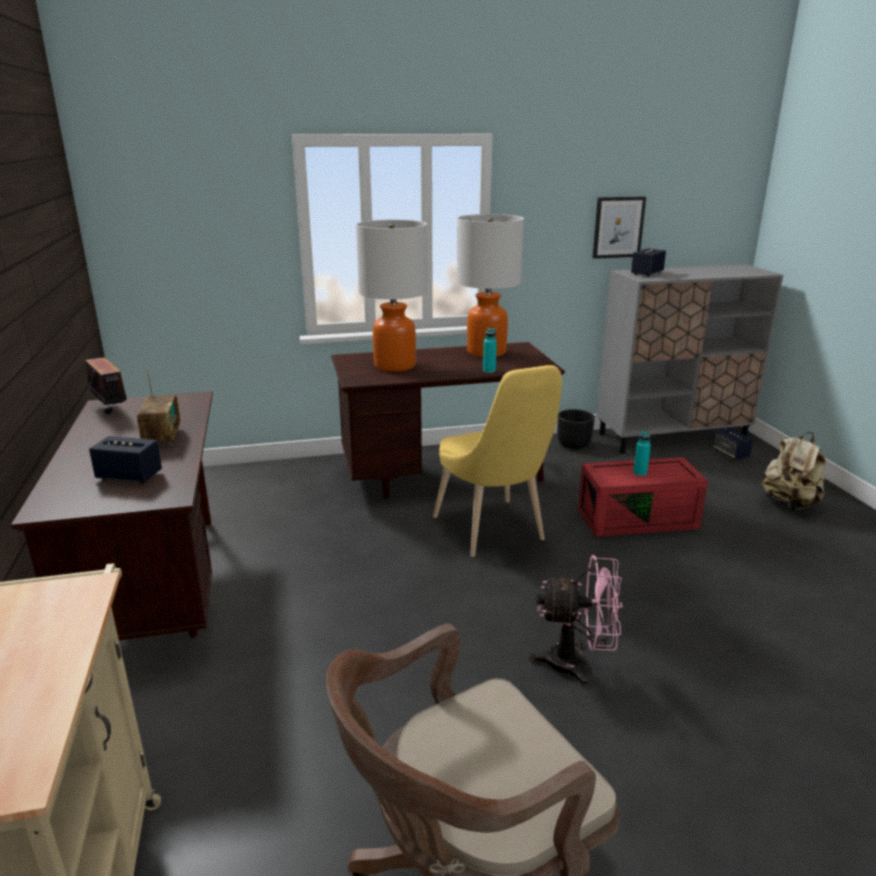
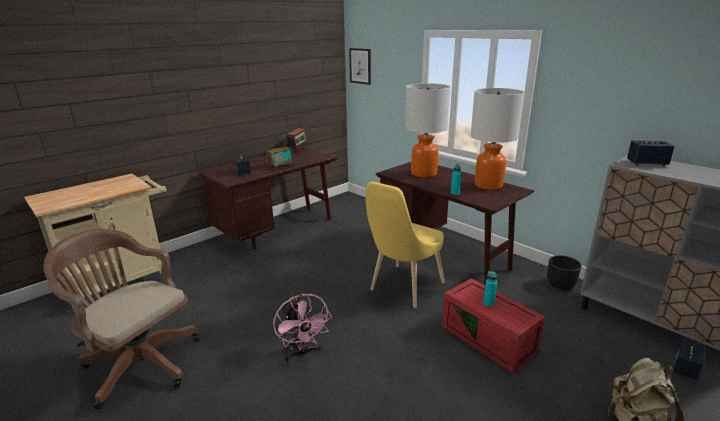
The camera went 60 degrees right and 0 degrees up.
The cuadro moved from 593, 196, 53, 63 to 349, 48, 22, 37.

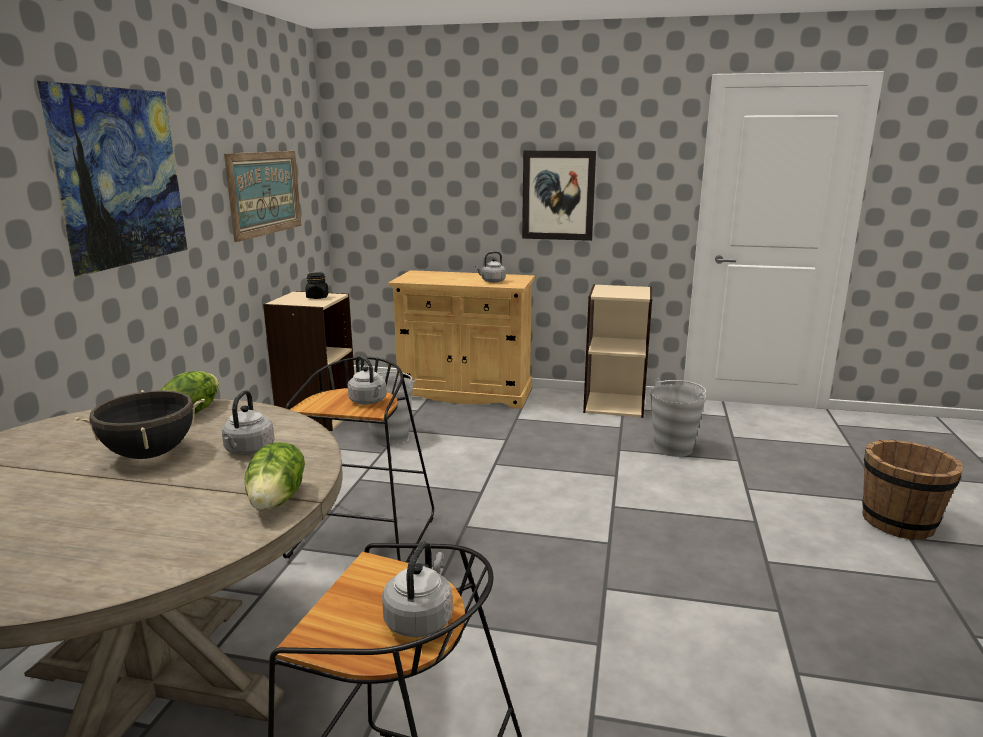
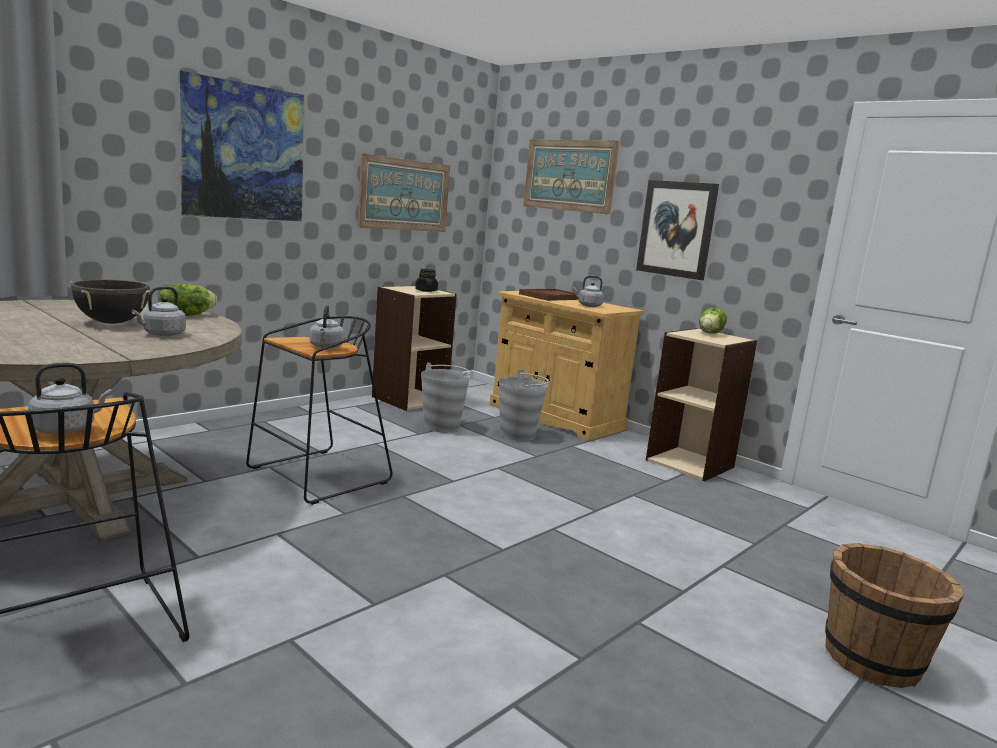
The camera went 30 degrees right and 5 degrees down.
The lechuga moved from 245, 442, 60, 68 to 699, 308, 28, 26.
The cubo (gris) moved from 650, 378, 56, 79 to 499, 370, 50, 71.
The bandeja (marrón) at 519, 289, 60, 12 appeared.
The cuadro at 523, 139, 97, 76 appeared.

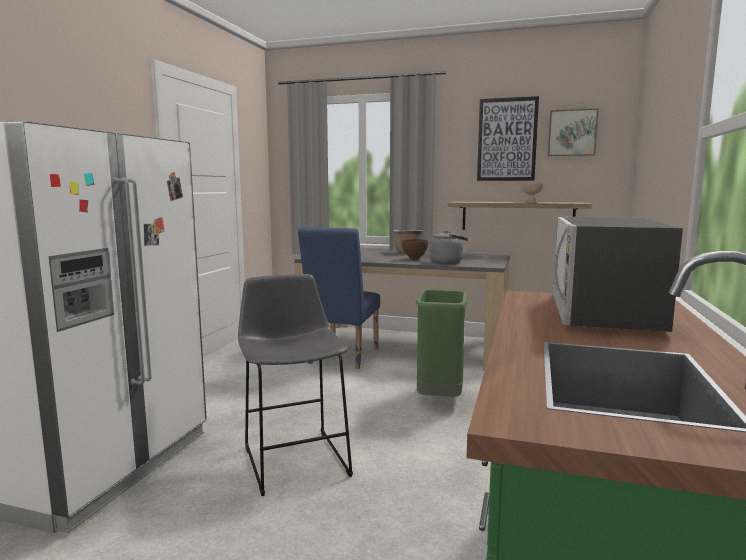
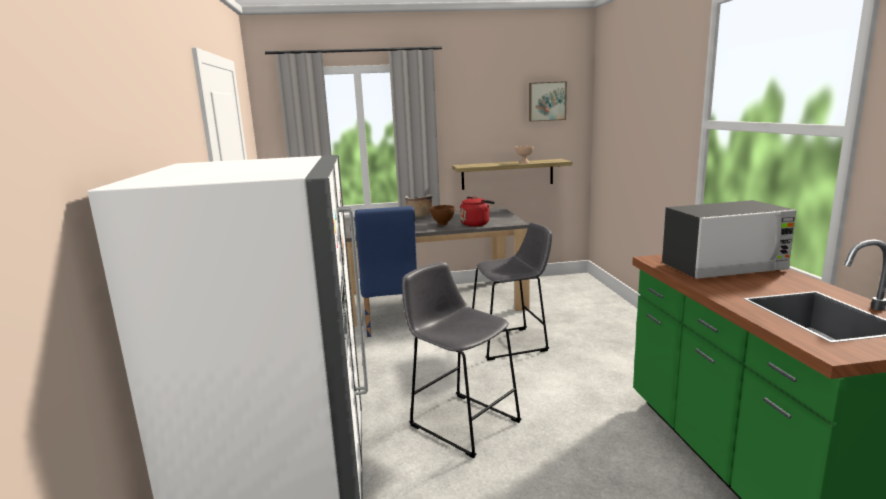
The camera went 25 degrees left and 5 degrees up.
The papelera (verde) at 416, 290, 52, 107 was replaced by the taburete (gris) at 472, 223, 80, 138.
The hervidor (gris) at 429, 230, 39, 34 became the hervidor (rojo) at 460, 196, 35, 31.
The cuadro at 477, 96, 62, 85 disappeared.
The microondas at 552, 217, 131, 115 turned 90 degrees counterclockwise.

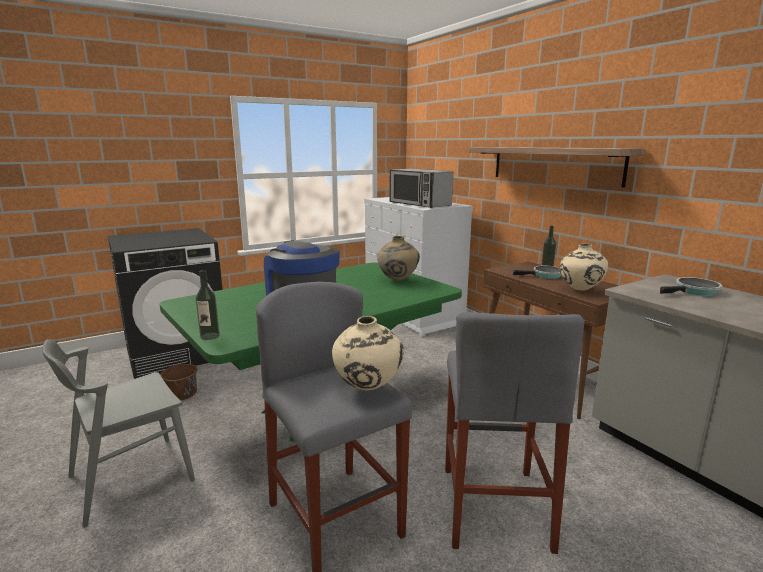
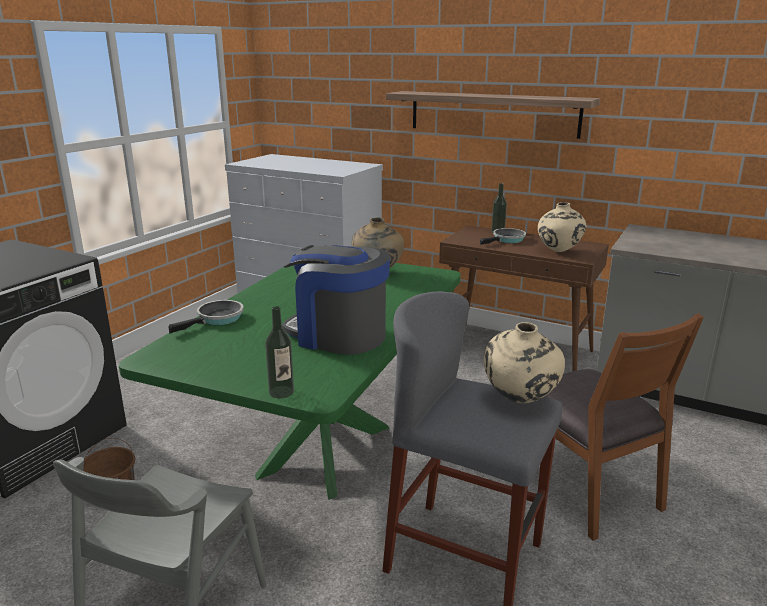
The camera went 30 degrees left and 5 degrees up.
The microondas at 390, 169, 63, 39 disappeared.
The taburete (gris) at 445, 312, 139, 242 was replaced by the silla (marrón) at 545, 313, 159, 228.
The sartén moved from 660, 277, 62, 19 to 168, 300, 76, 33.

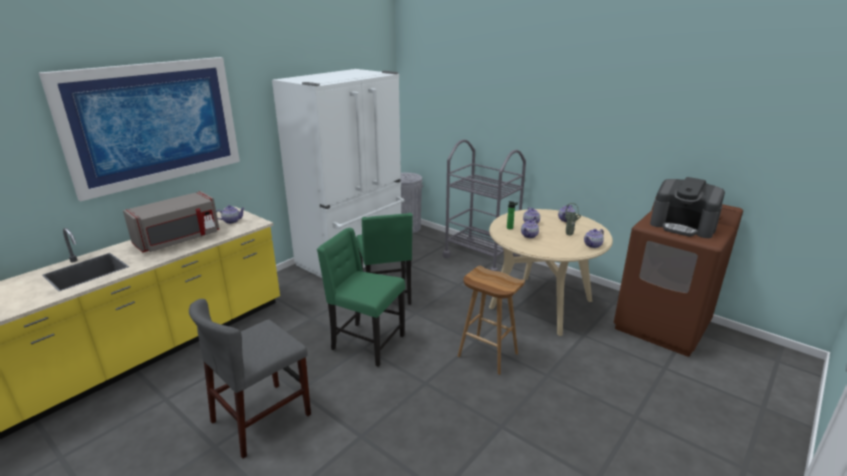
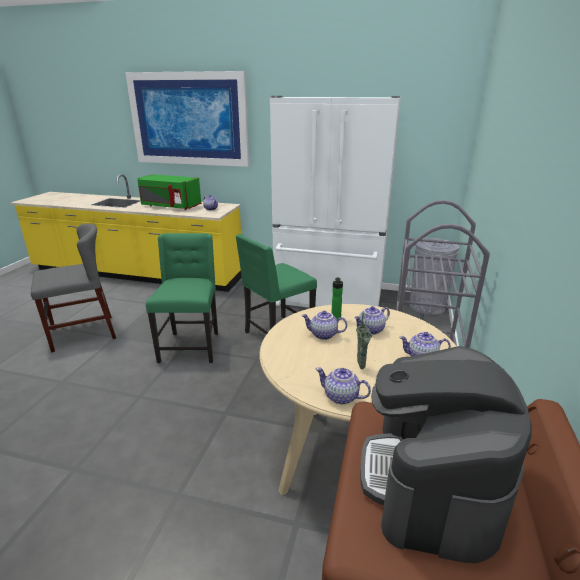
The camera went 65 degrees right and 0 degrees up.
The microondas (gris) at 123, 191, 97, 62 became the microondas (verde) at 137, 174, 64, 36.
The silla (gris) at 189, 299, 122, 159 turned 135 degrees clockwise.
The taburete (marrón) at 458, 266, 67, 109 disappeared.

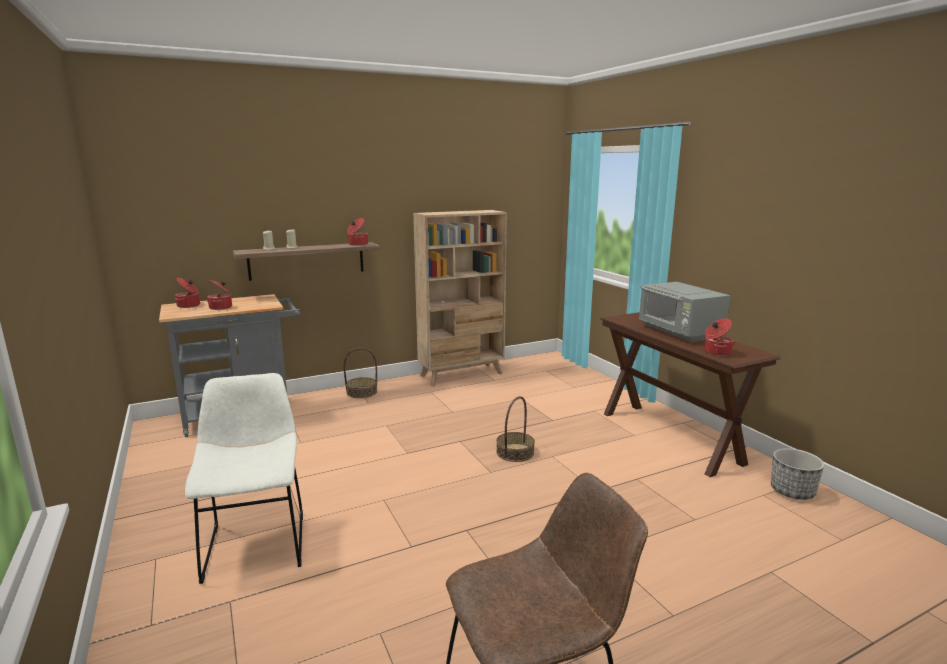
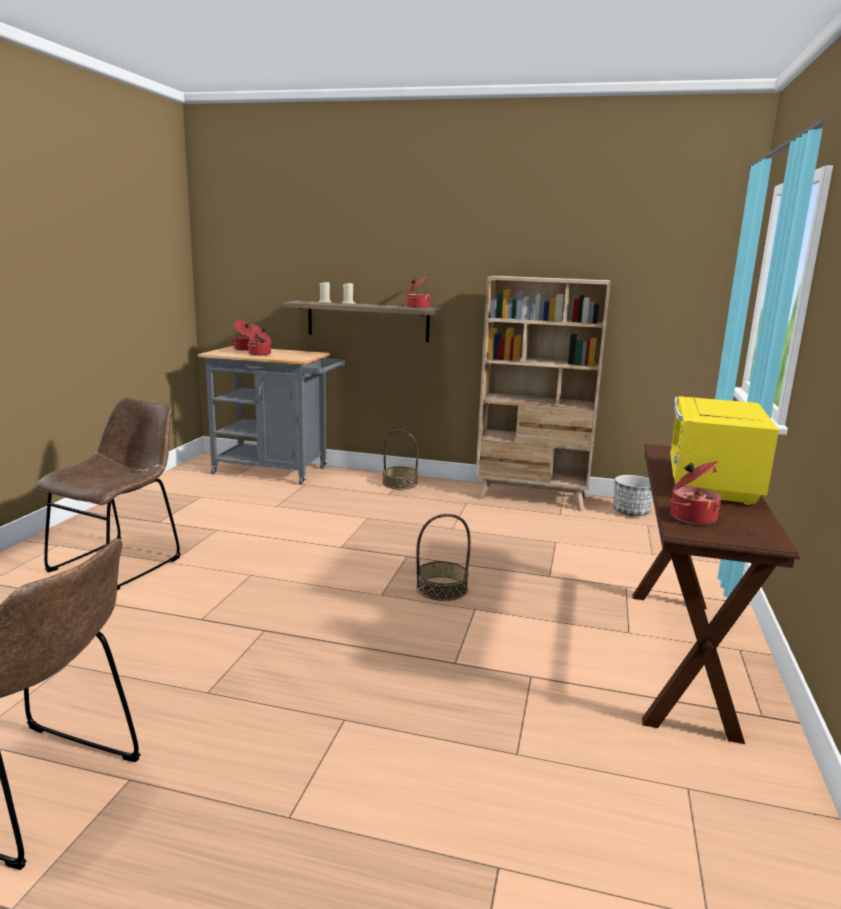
The camera went 40 degrees right and 0 degrees up.
The silla (blanco) at 185, 373, 118, 211 became the silla (marrón) at 36, 398, 145, 192.
The microondas (gris) at 639, 282, 92, 61 became the microondas (amarillo) at 670, 396, 109, 109.
The maceta moved from 771, 448, 53, 52 to 613, 475, 40, 42.

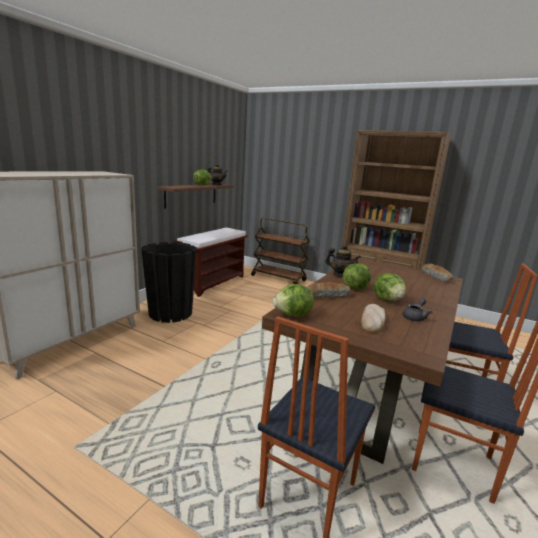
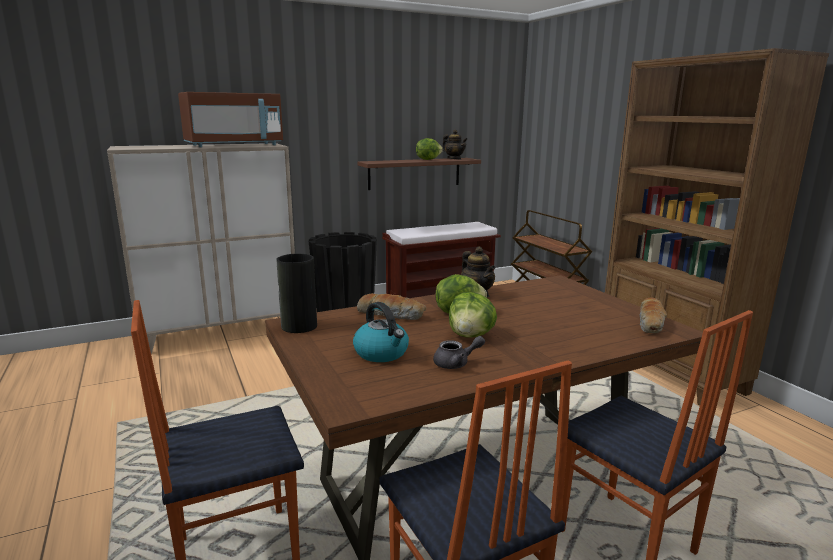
The camera went 35 degrees right and 0 degrees up.
The lechuga at 273, 284, 41, 33 was replaced by the florero at 276, 254, 41, 79.
The pan at 361, 304, 25, 29 was replaced by the hervidor at 353, 302, 56, 60.
The microondas (marrón) at 178, 92, 105, 55 appeared.

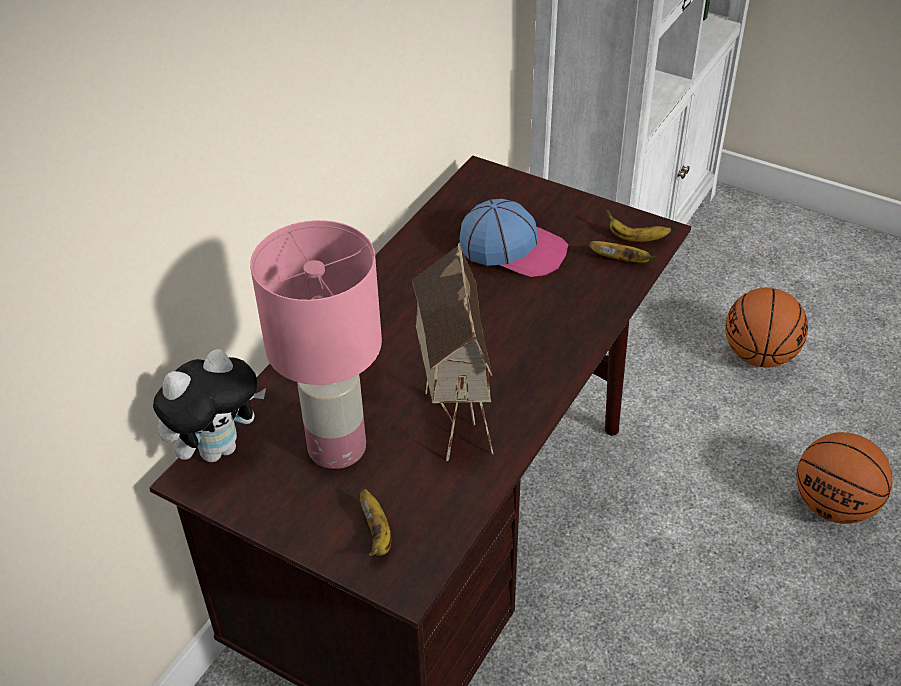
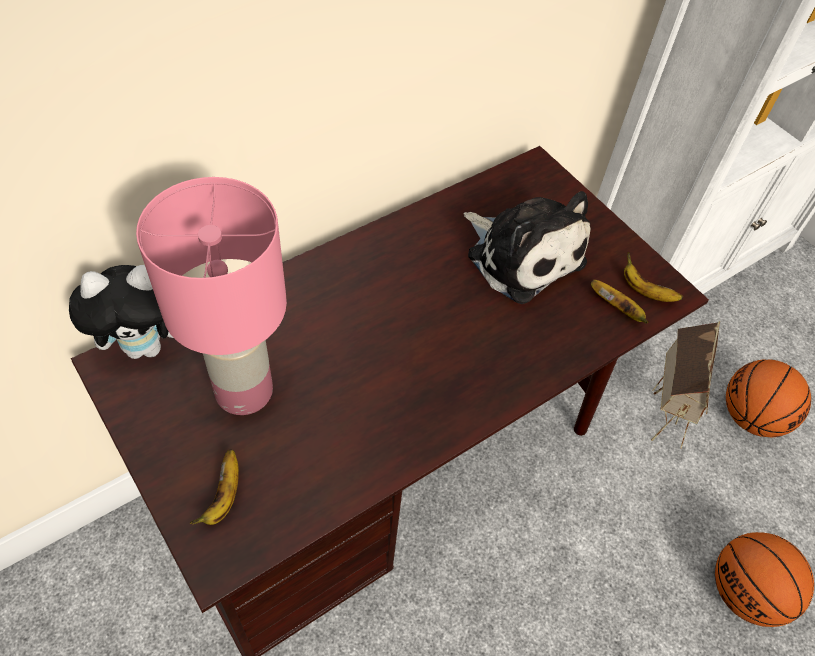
The camera went 20 degrees right and 10 degrees up.
The casita moved from 412, 242, 81, 219 to 651, 321, 69, 127.
The gorra at 460, 199, 109, 78 was replaced by the peluche at 464, 191, 127, 113.

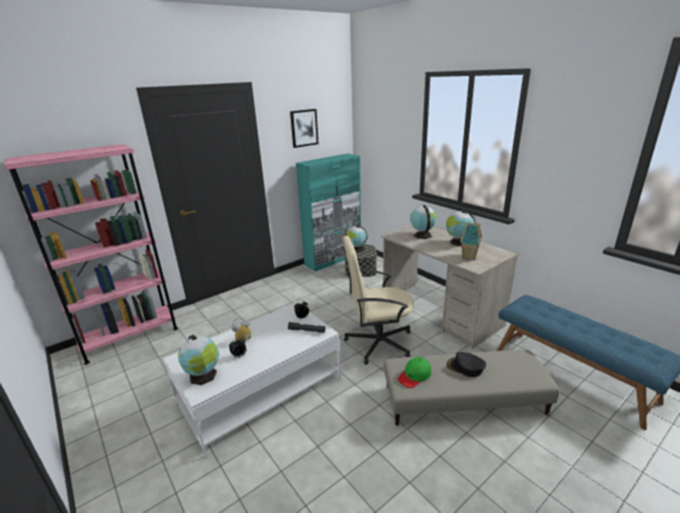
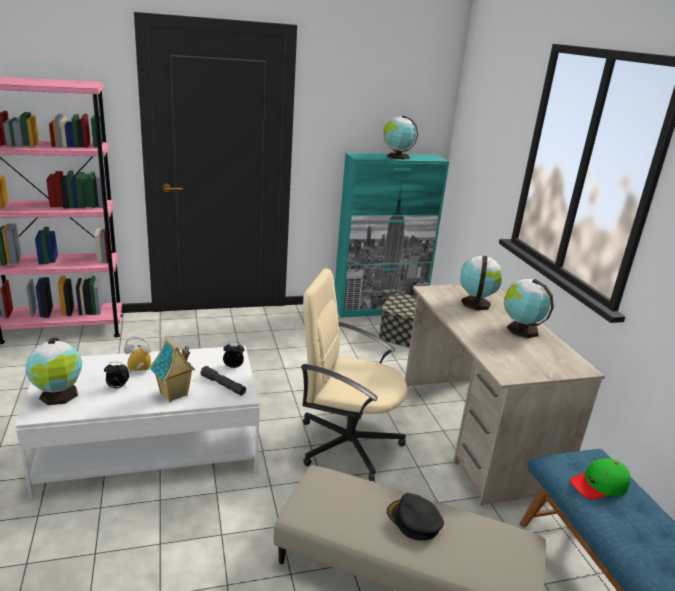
The camera went 20 degrees right and 0 degrees up.
The cuadro at 290, 109, 28, 39 disappeared.
The globo terráqueo moved from 346, 226, 22, 27 to 383, 116, 35, 44.
The gorra (verde) moved from 398, 357, 33, 31 to 570, 458, 61, 41.
The casita moved from 460, 222, 22, 38 to 150, 337, 46, 65.

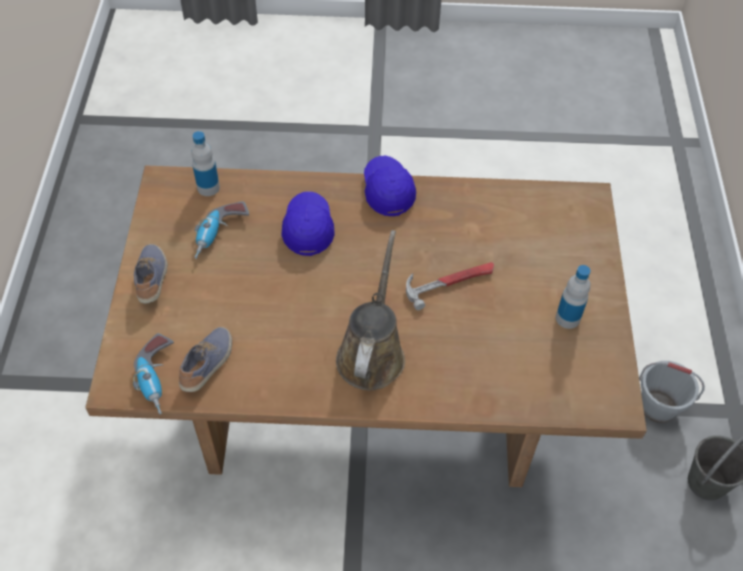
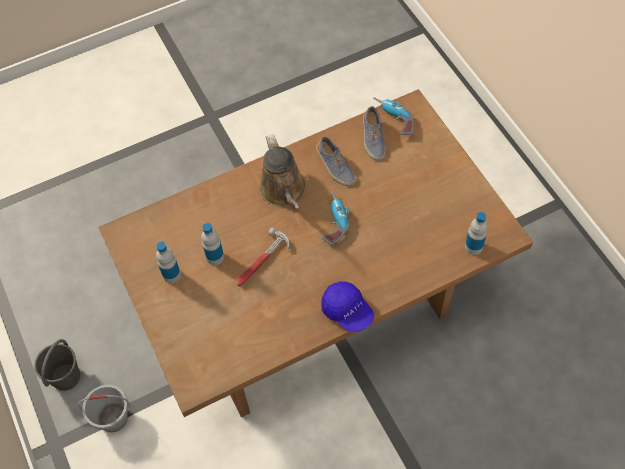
The camera went 155 degrees right and 5 degrees up.
The zapato moved from 134, 244, 34, 60 to 316, 136, 40, 50.
The taladro moved from 194, 201, 55, 58 to 321, 191, 29, 54.
The gorra (azul) at 281, 191, 54, 65 disappeared.
The botella at 201, 223, 23, 42 appeared.

